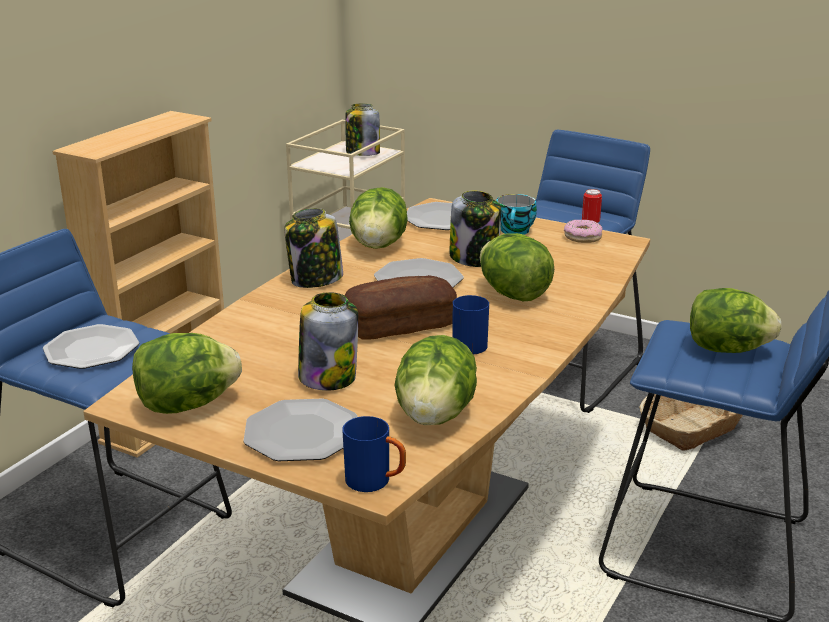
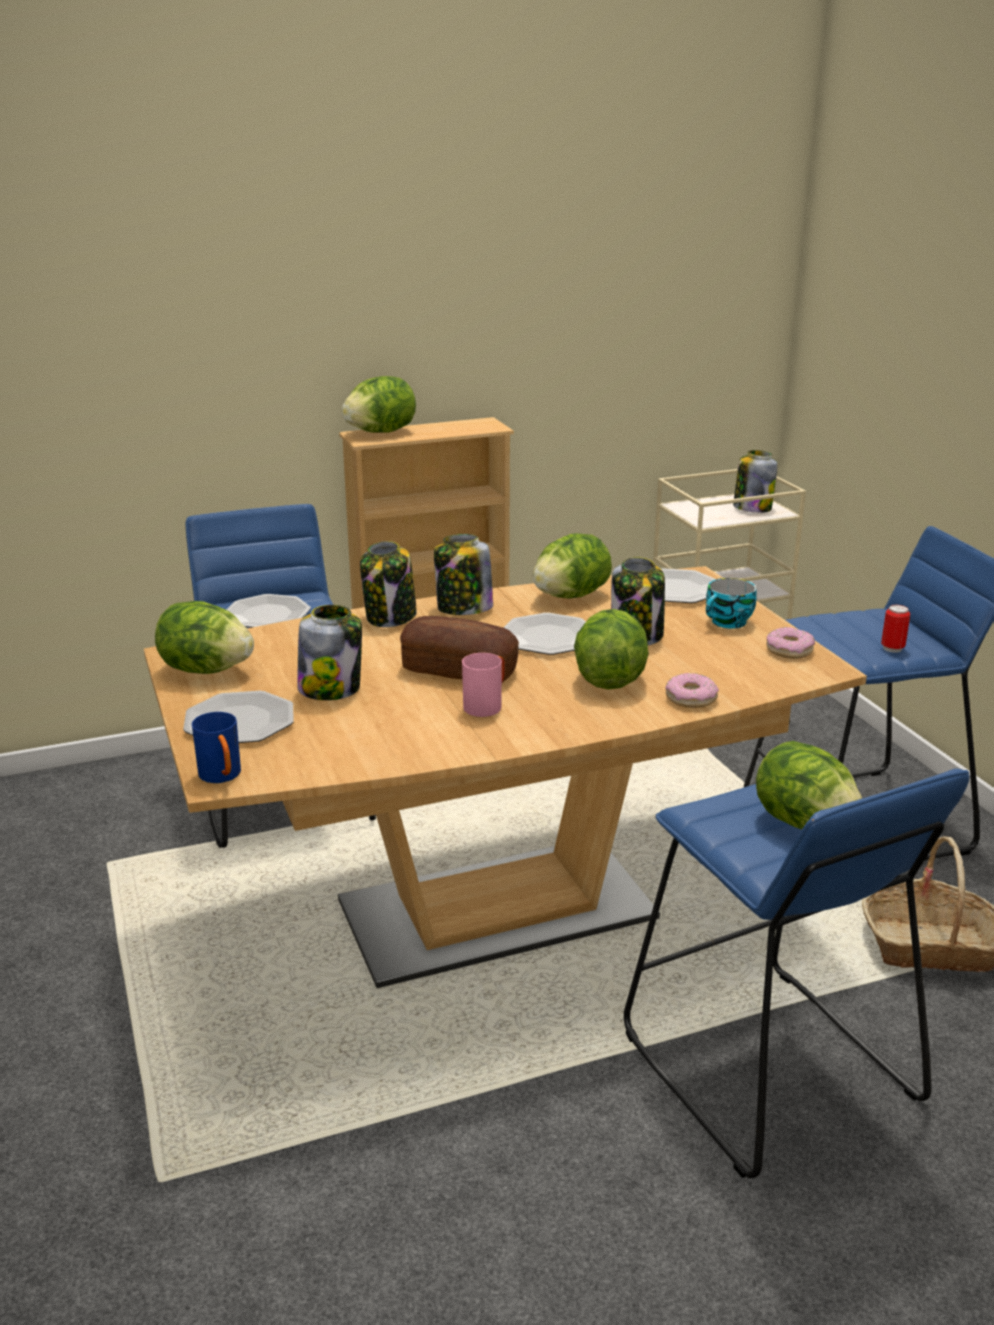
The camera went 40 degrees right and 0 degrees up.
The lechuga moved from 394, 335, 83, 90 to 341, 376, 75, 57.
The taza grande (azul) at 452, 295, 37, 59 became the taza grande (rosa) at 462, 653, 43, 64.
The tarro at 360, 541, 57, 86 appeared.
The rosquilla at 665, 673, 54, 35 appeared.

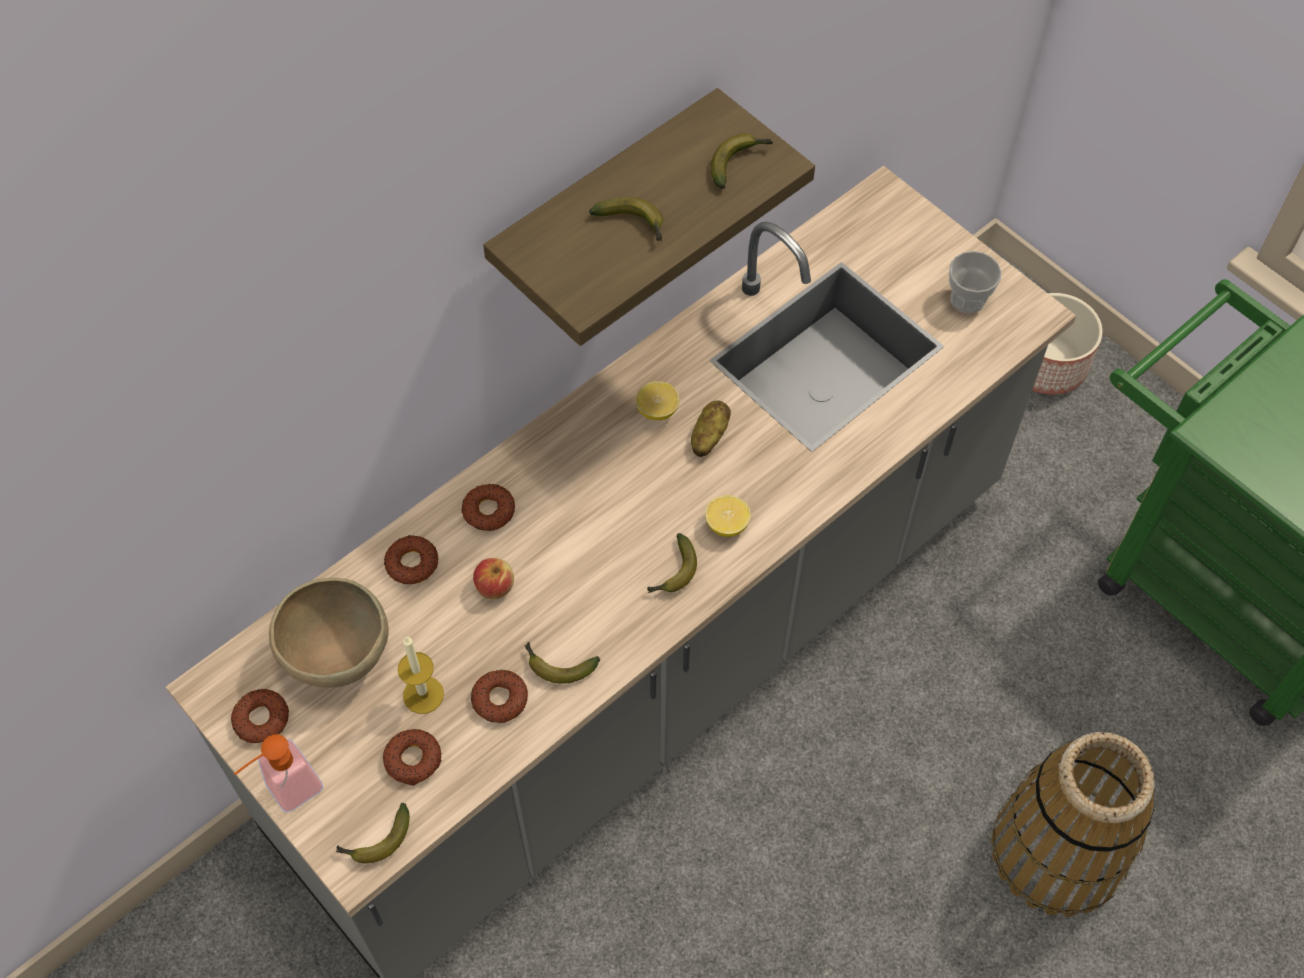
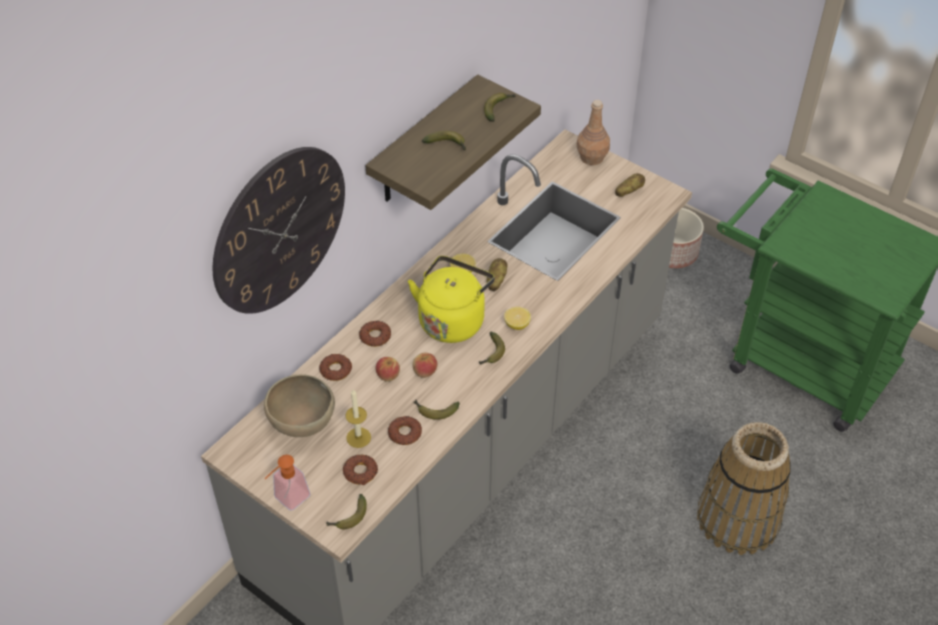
The camera went 10 degrees left and 10 degrees down.
The rosquilla at 231, 689, 58, 54 disappeared.
The taza at 949, 251, 53, 63 was replaced by the patata at 615, 173, 30, 24.
The reloj de pared at 213, 147, 132, 167 appeared.
The hervidor (amarillo) at 408, 256, 87, 87 appeared.
The manzana at 413, 353, 24, 25 appeared.
The botella (marrón) at 577, 100, 33, 65 appeared.

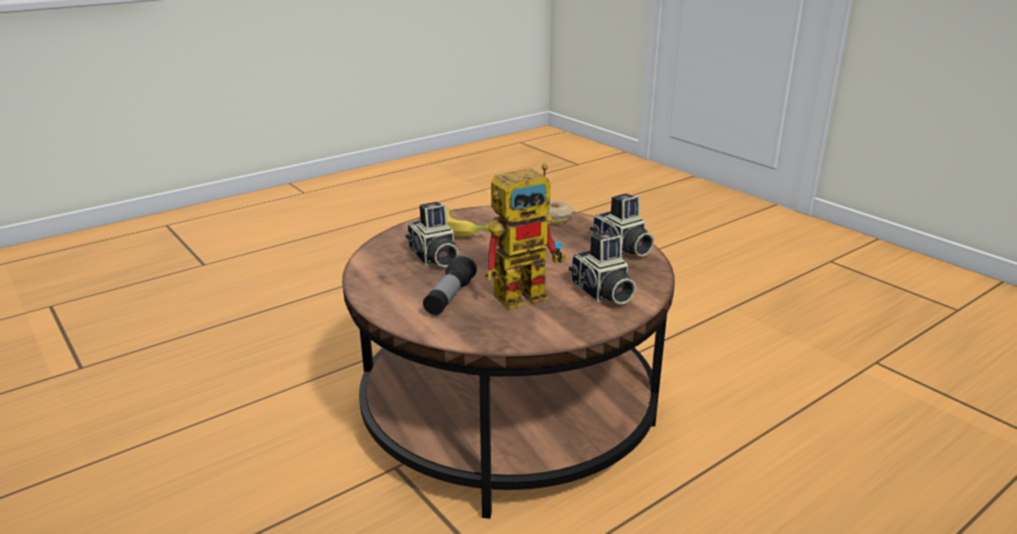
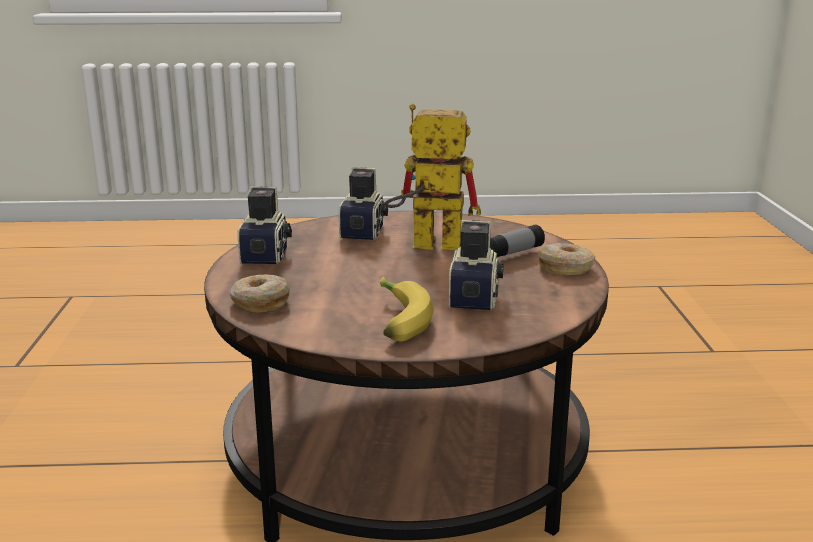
The camera went 145 degrees left and 5 degrees down.
The rosquilla at 538, 243, 58, 32 appeared.

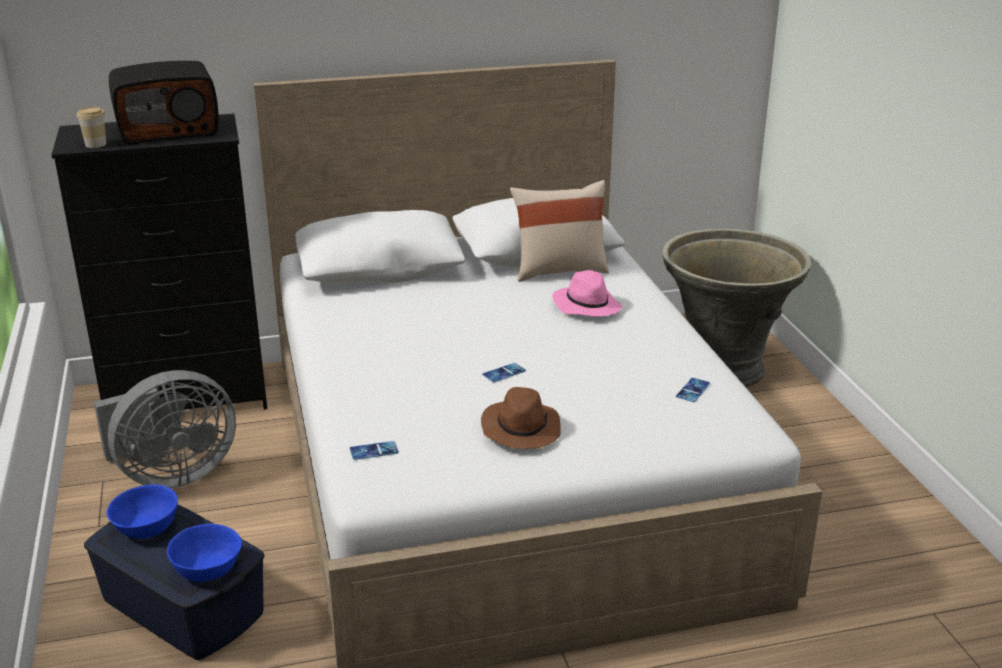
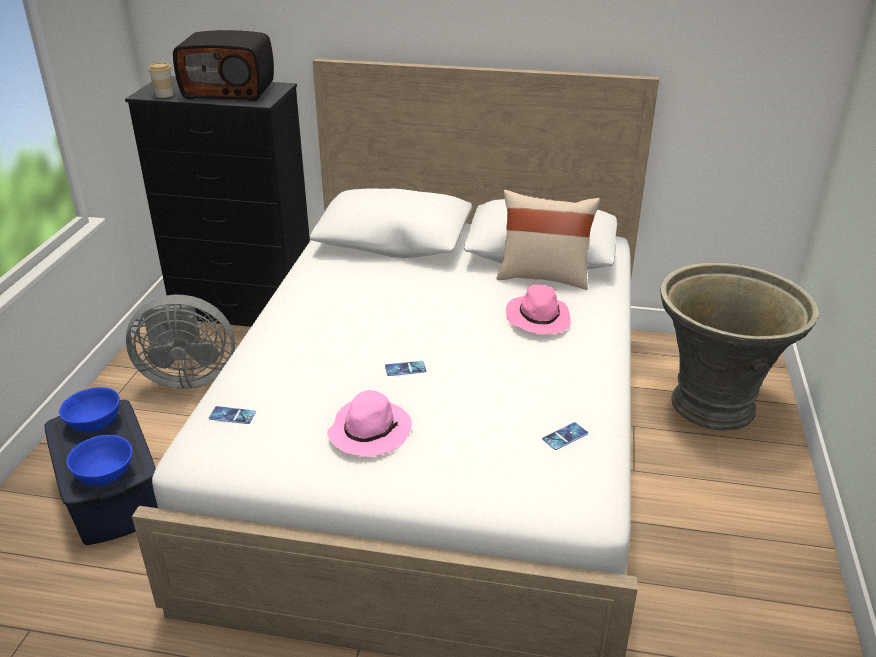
The camera went 25 degrees right and 5 degrees up.
The sombrero (marrón) at 481, 387, 80, 62 became the sombrero (rosa) at 327, 390, 85, 67.

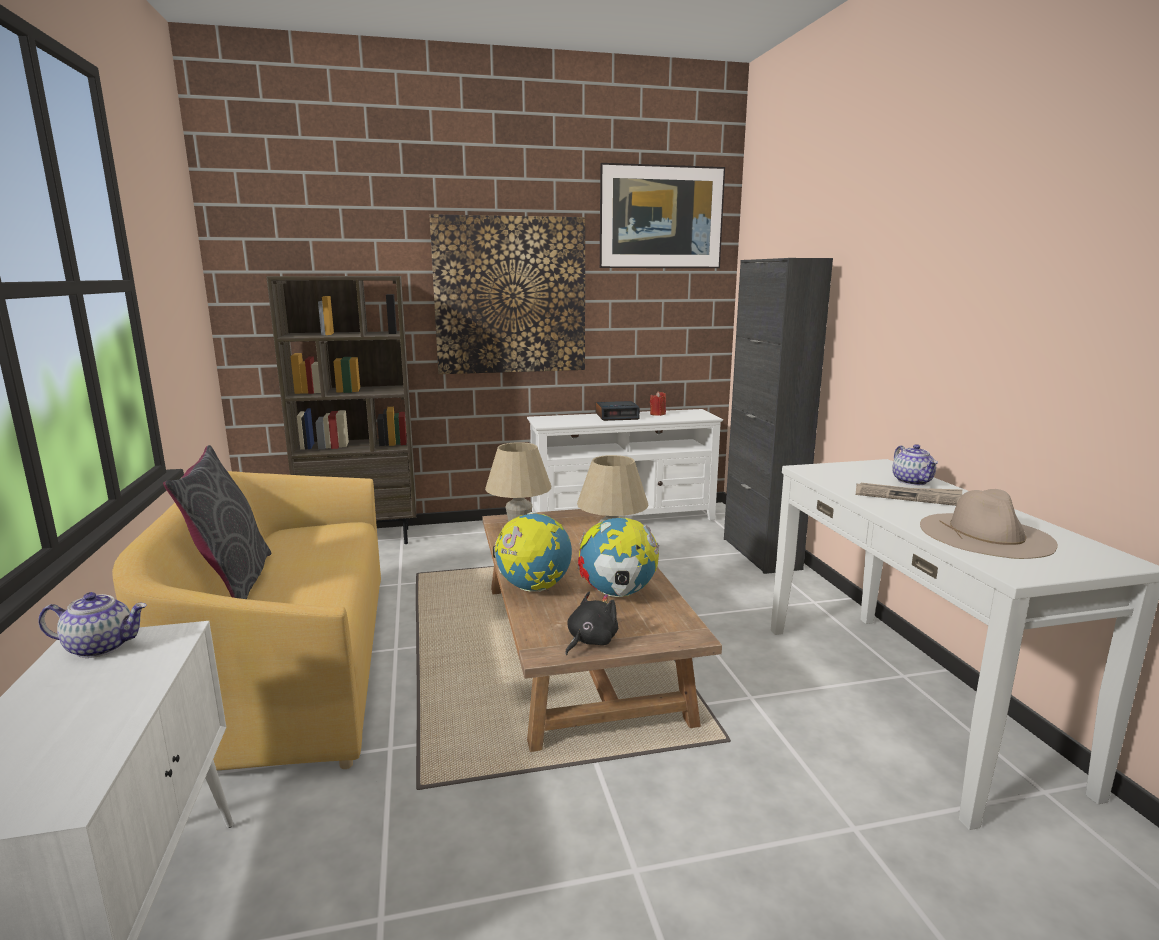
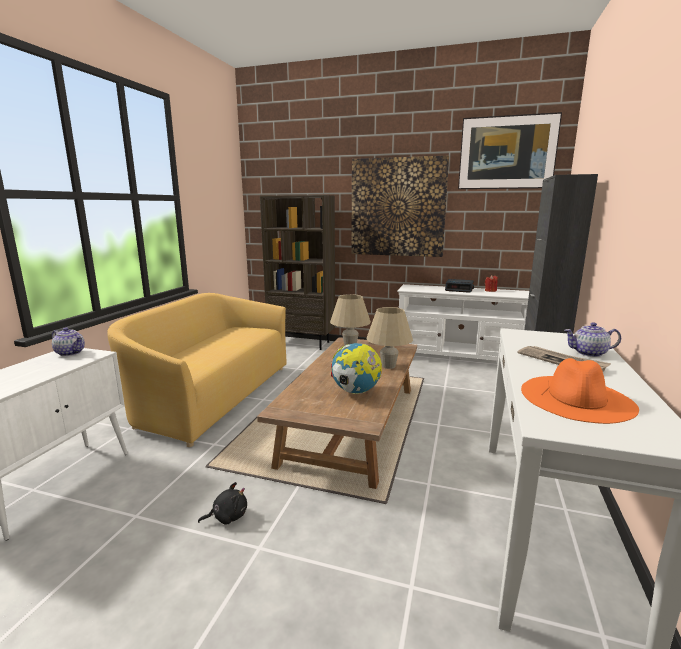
The camera went 30 degrees right and 0 degrees up.
The cojín (gris) at 163, 445, 108, 154 disappeared.
The globo terráqueo at 493, 512, 79, 80 disappeared.
The peluche (negro) moved from 565, 592, 53, 63 to 198, 482, 49, 43.
The tetera at 892, 444, 46, 42 turned 75 degrees clockwise.
The sombrero (beis) at 920, 489, 138, 70 became the sombrero (naranja) at 521, 358, 118, 66.

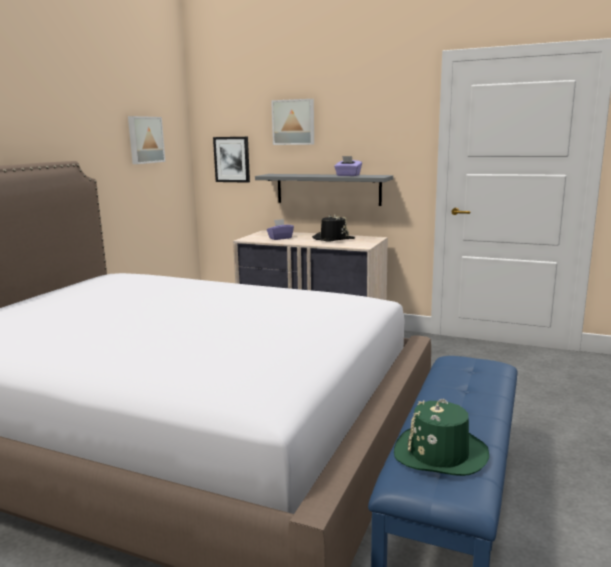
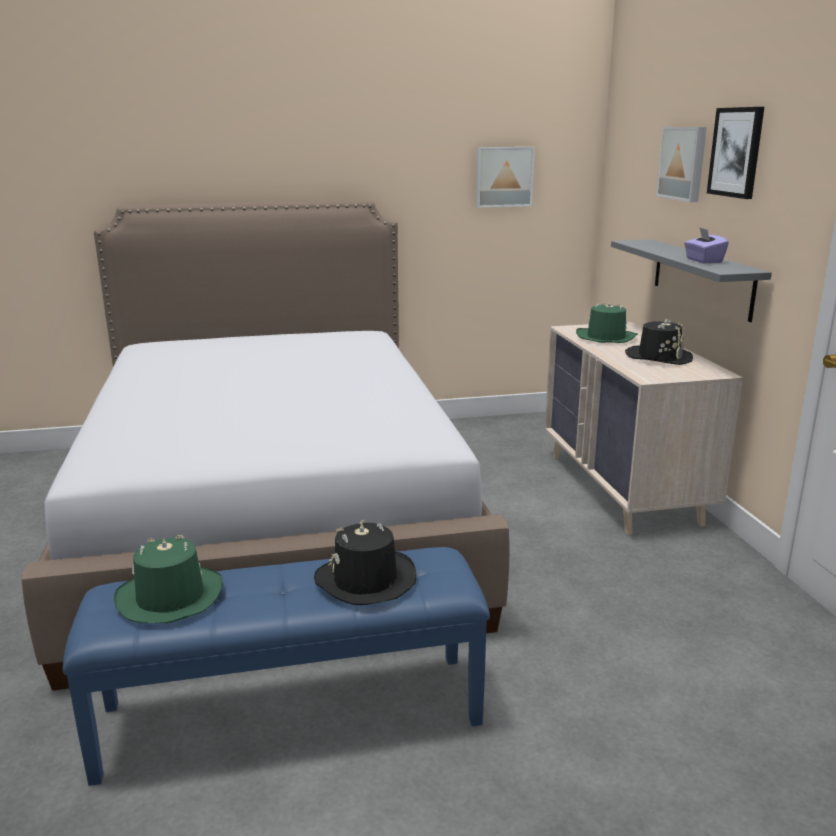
The camera went 55 degrees right and 5 degrees up.
The cuadro moved from 213, 137, 37, 46 to 707, 107, 57, 92.
The caja de pañuelos (morado) at 267, 219, 27, 21 was replaced by the sombrero (verde) at 576, 301, 62, 42.
The sombrero (negro) at 314, 520, 102, 85 appeared.

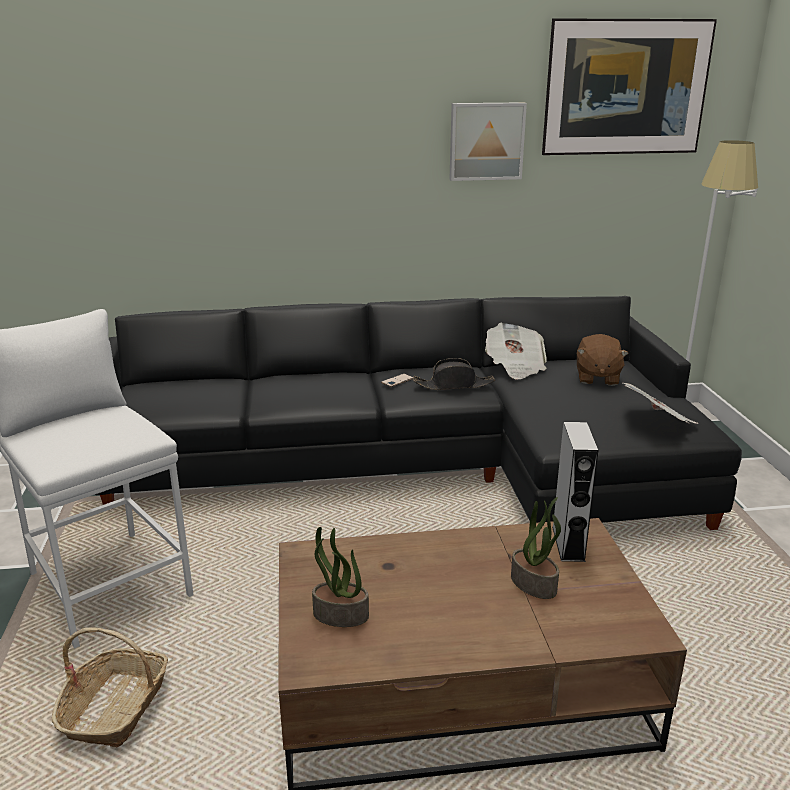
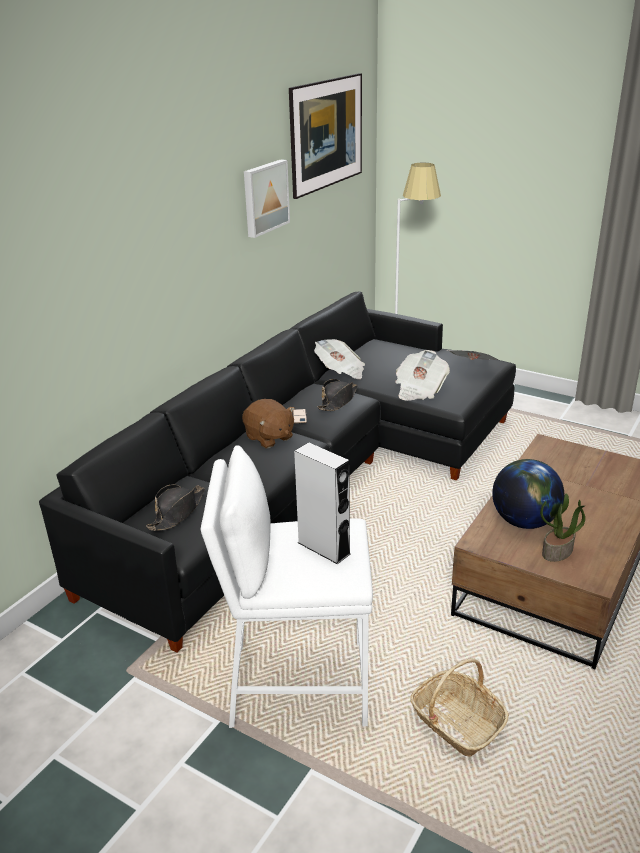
The camera went 50 degrees left and 5 degrees up.
The planta en maceta at 511, 497, 50, 102 disappeared.
The altavoz (gris) moved from 552, 422, 46, 140 to 294, 442, 57, 122.
The peluche (marrón) moved from 577, 334, 52, 52 to 242, 399, 53, 49.
The sombrero (negro) at 146, 484, 59, 47 appeared.
The periódico at 395, 350, 55, 51 appeared.
The globo terráqueo at 492, 459, 72, 70 appeared.

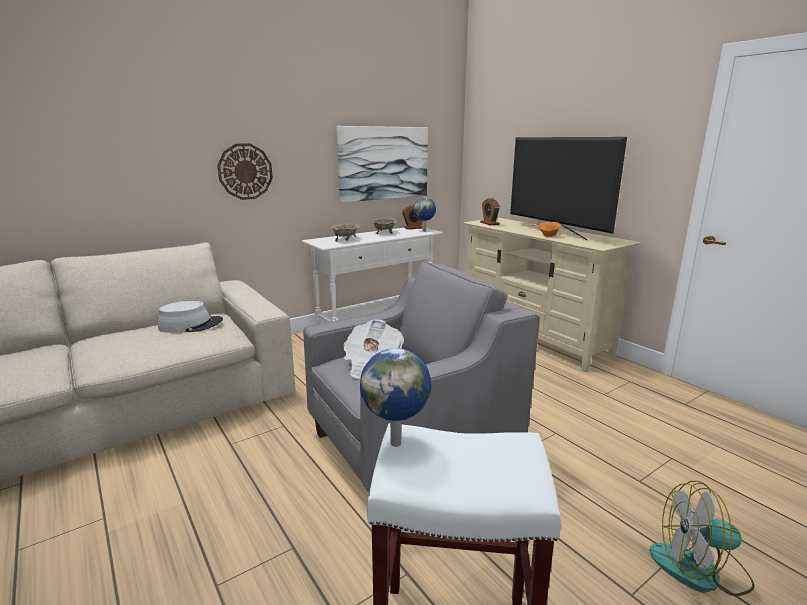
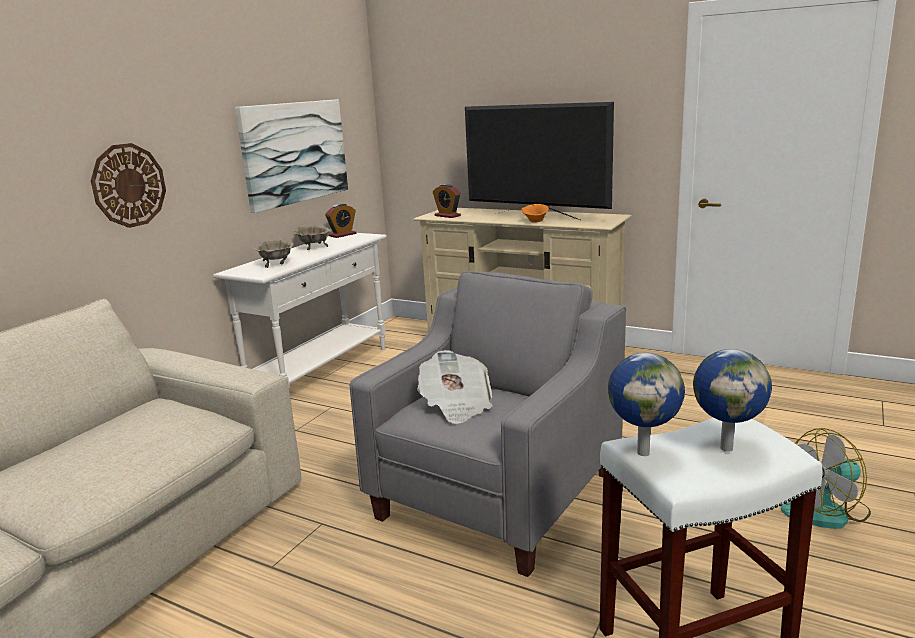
The camera went 25 degrees left and 0 degrees up.
The sombrero (gris) at 158, 301, 65, 32 disappeared.
The globo terráqueo moved from 413, 197, 23, 35 to 693, 349, 79, 103.

